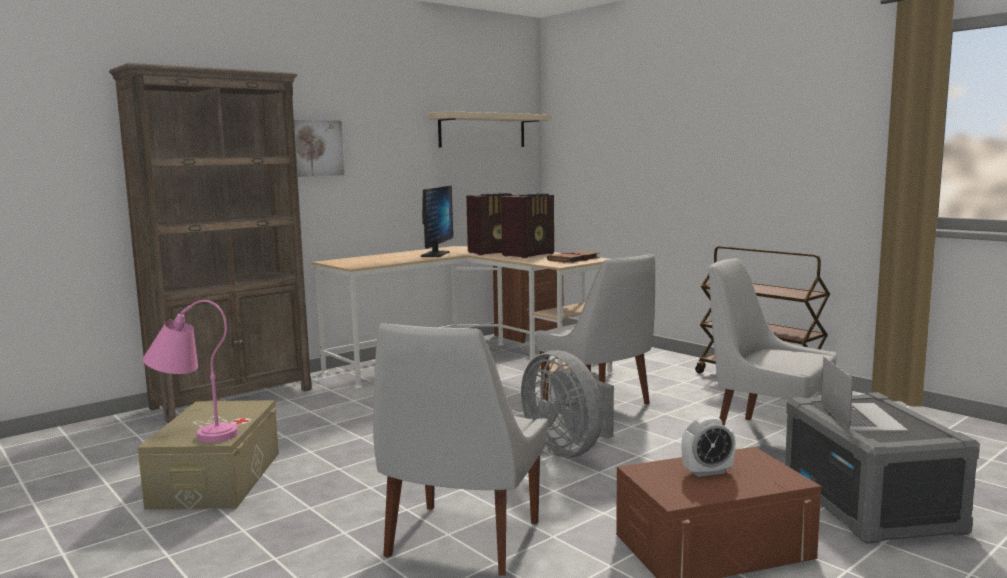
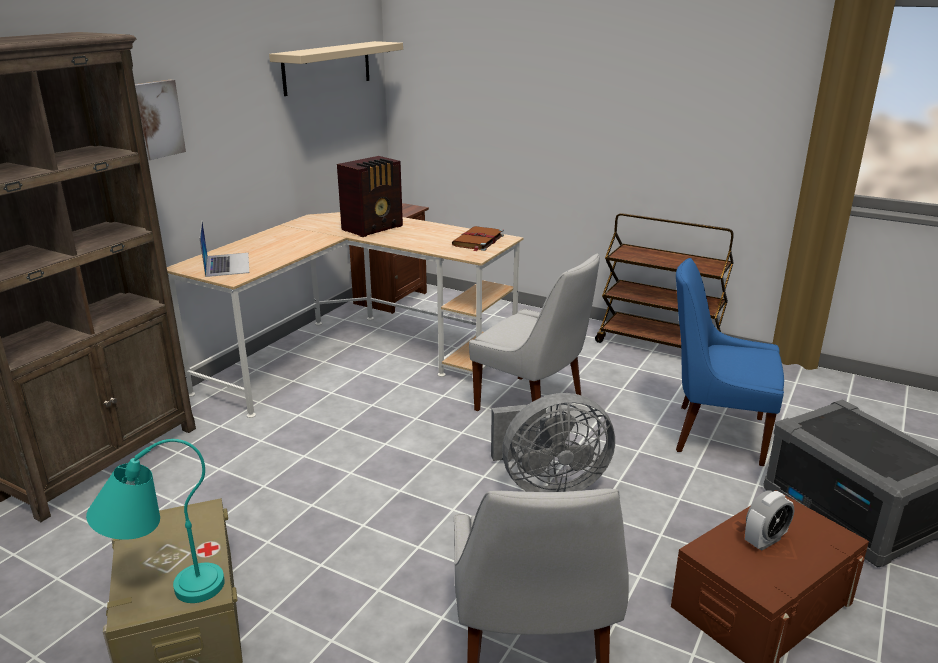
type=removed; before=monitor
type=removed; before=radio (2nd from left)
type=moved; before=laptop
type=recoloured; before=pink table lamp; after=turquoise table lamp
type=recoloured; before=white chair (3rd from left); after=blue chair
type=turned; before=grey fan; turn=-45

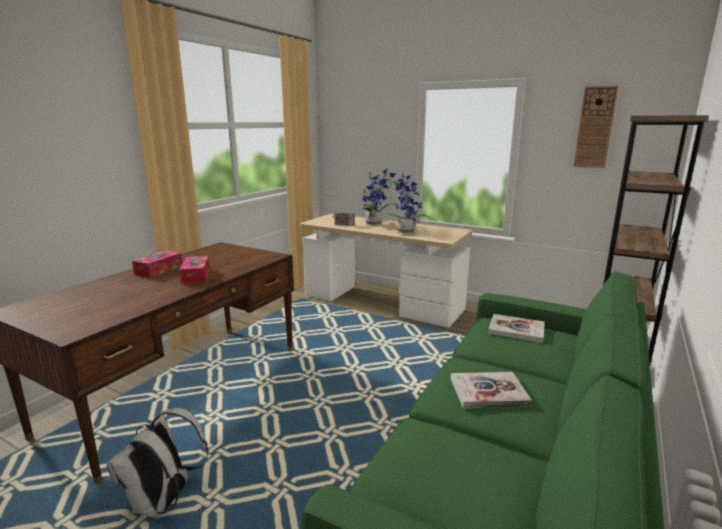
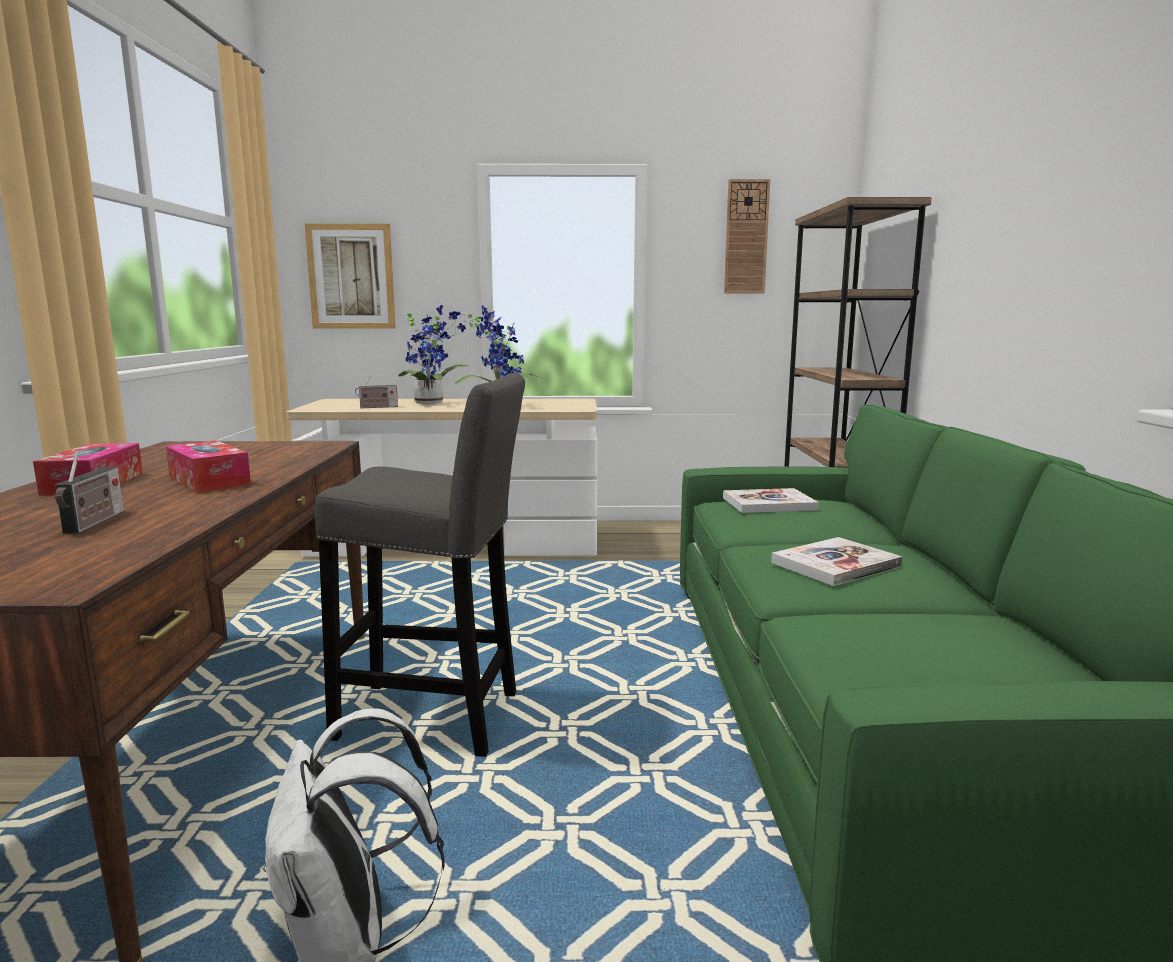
type=added; after=radio (1st from left)
type=added; after=picture
type=added; after=grey stool

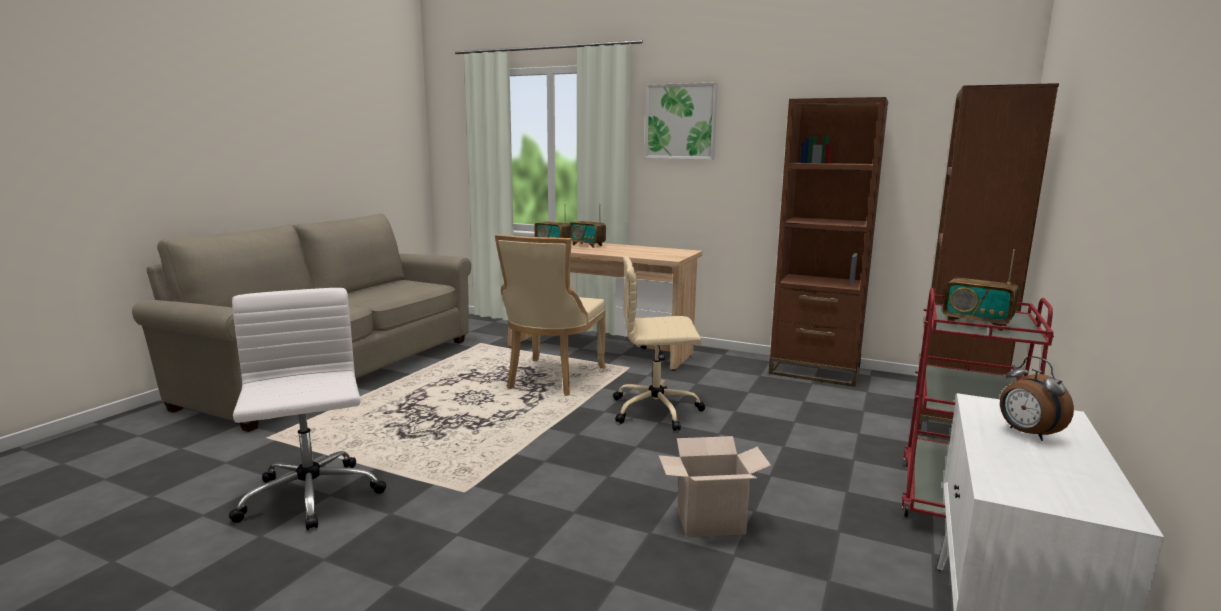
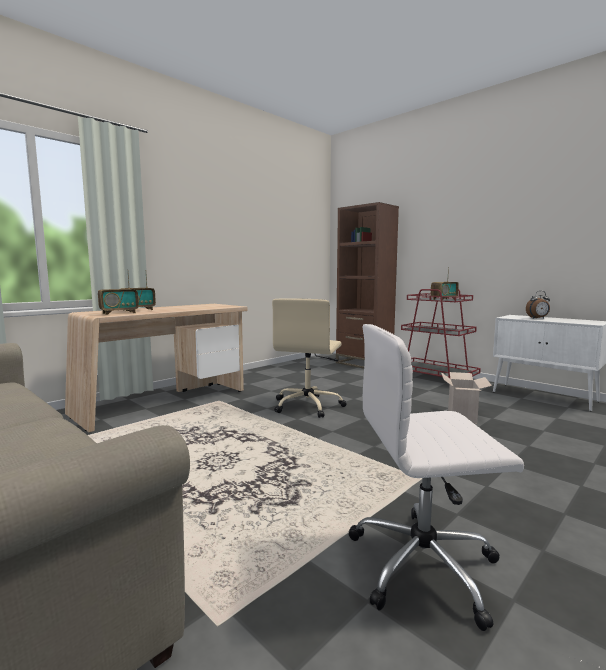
type=removed; before=beige chair
type=removed; before=picture
type=removed; before=brown bookcase (1st from left)

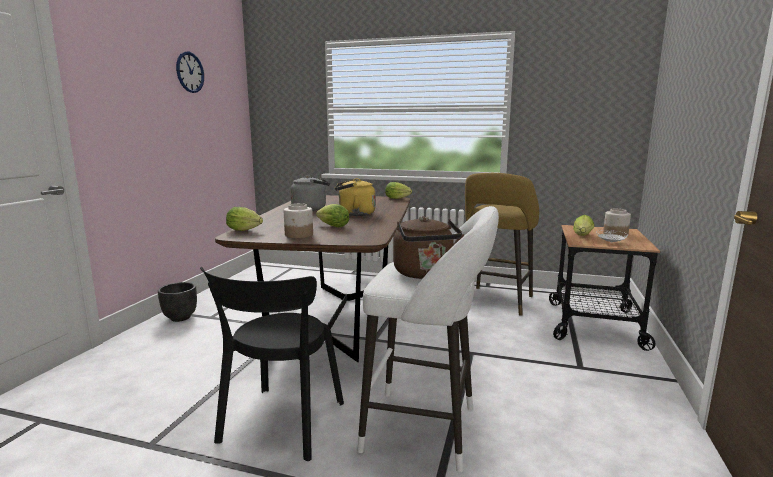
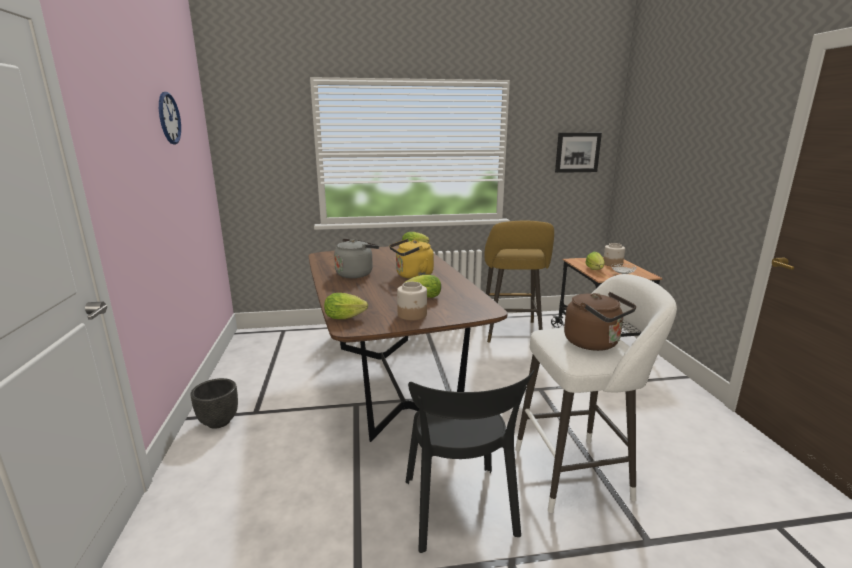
type=added; after=picture

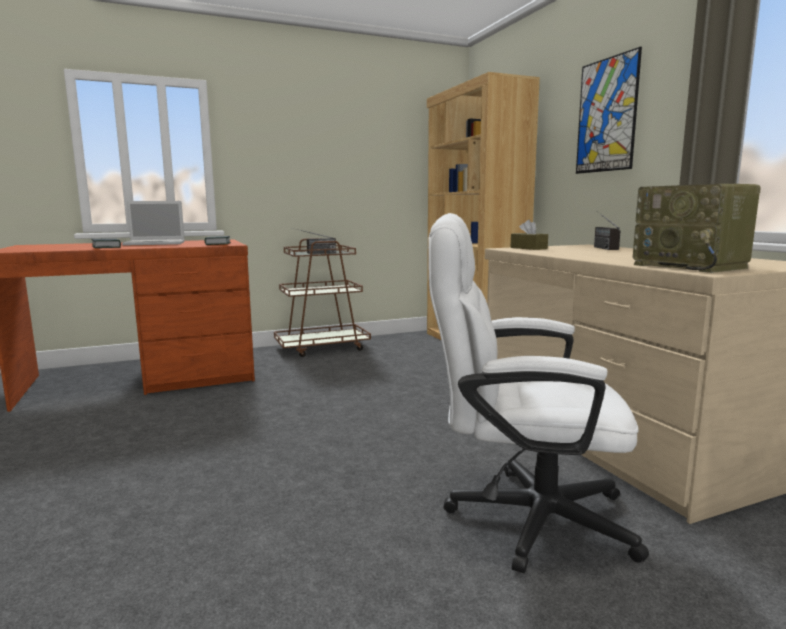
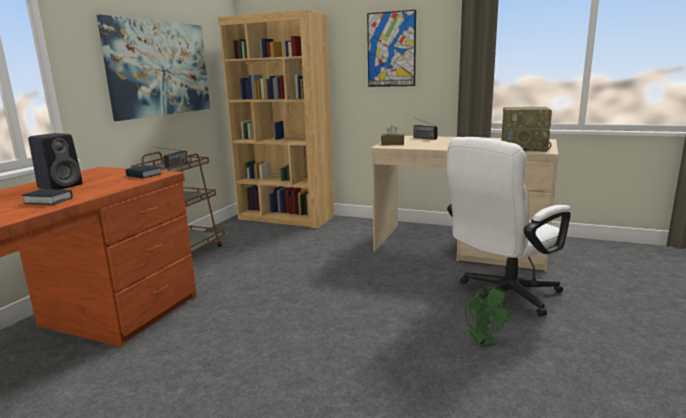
type=added; after=picture (1st from left)
type=added; after=green fan
type=replaced; before=laptop; after=black speaker

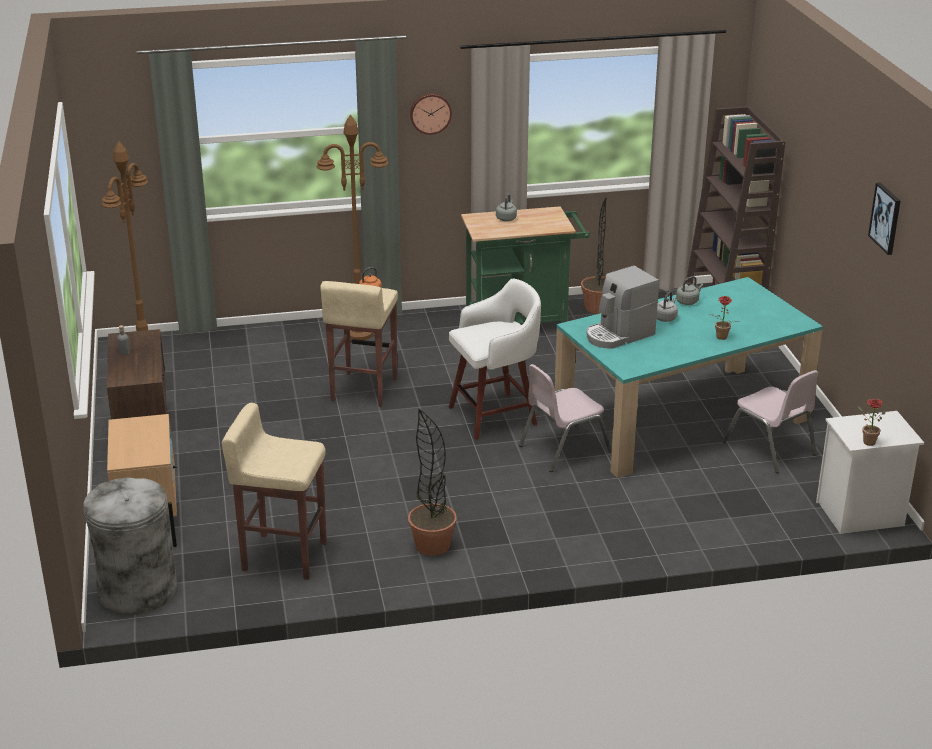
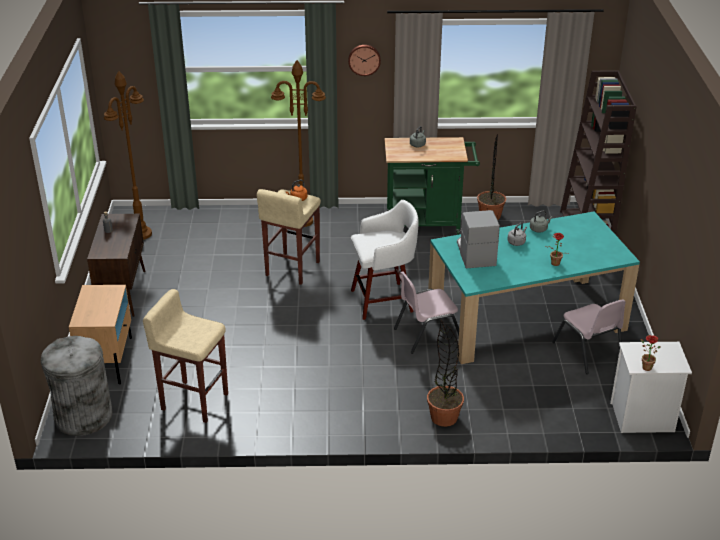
type=removed; before=picture
type=moved; before=potted plant (1st from left)
type=turned; before=coffee machine; turn=105

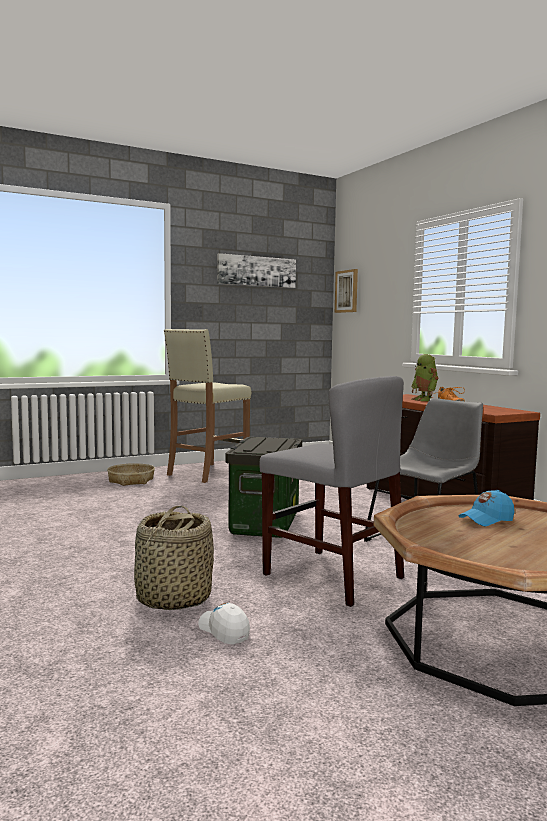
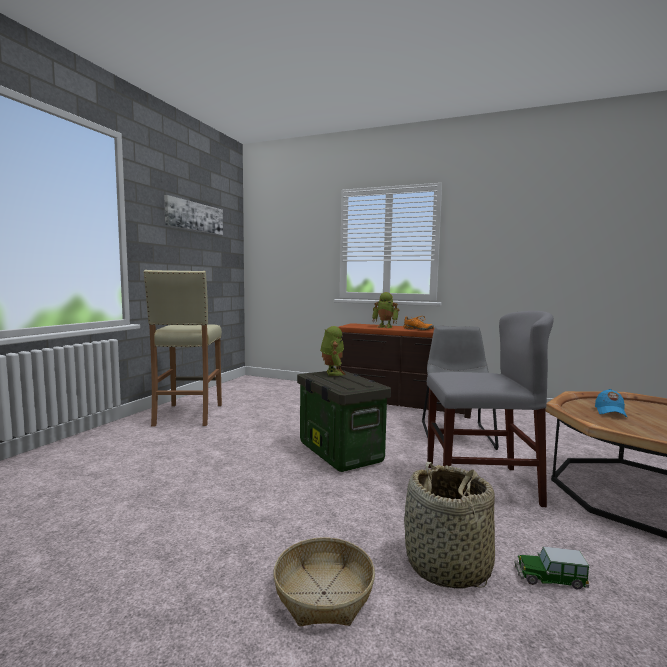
type=removed; before=picture (2nd from left)
type=added; after=toy robot (1st from left)
type=moved; before=basket (1st from left)
type=replaced; before=white cap; after=toy car

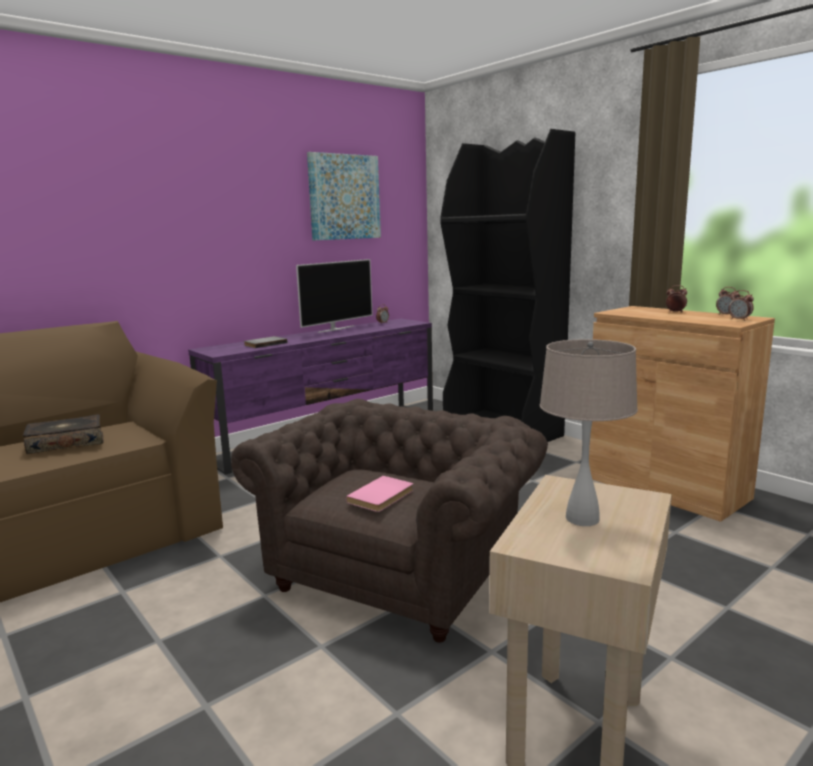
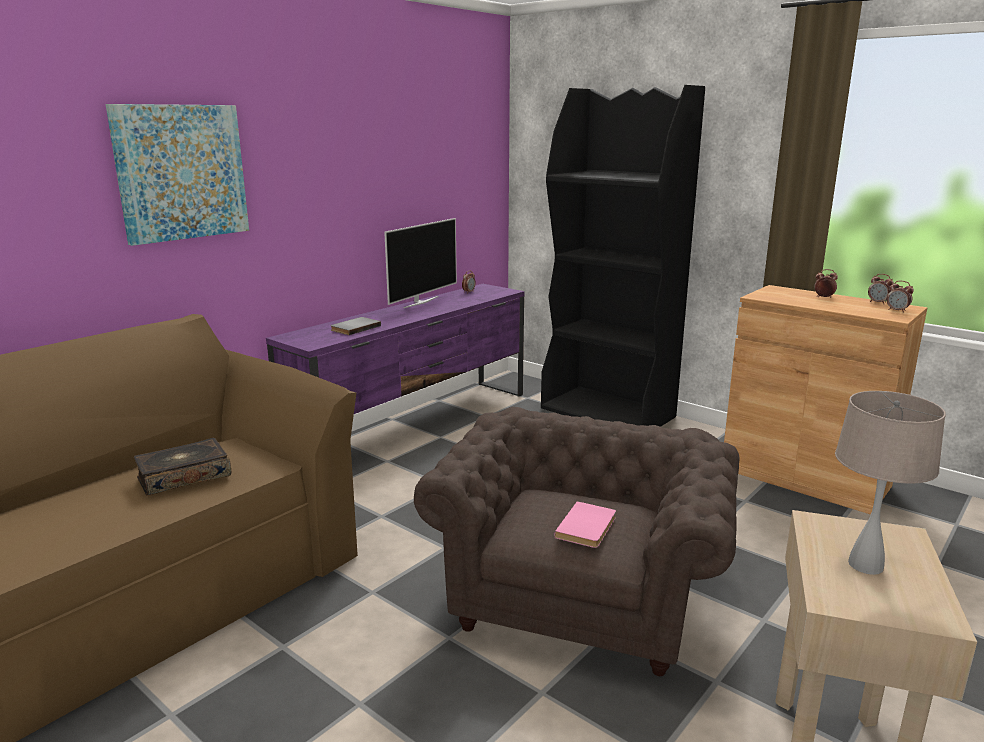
type=moved; before=picture

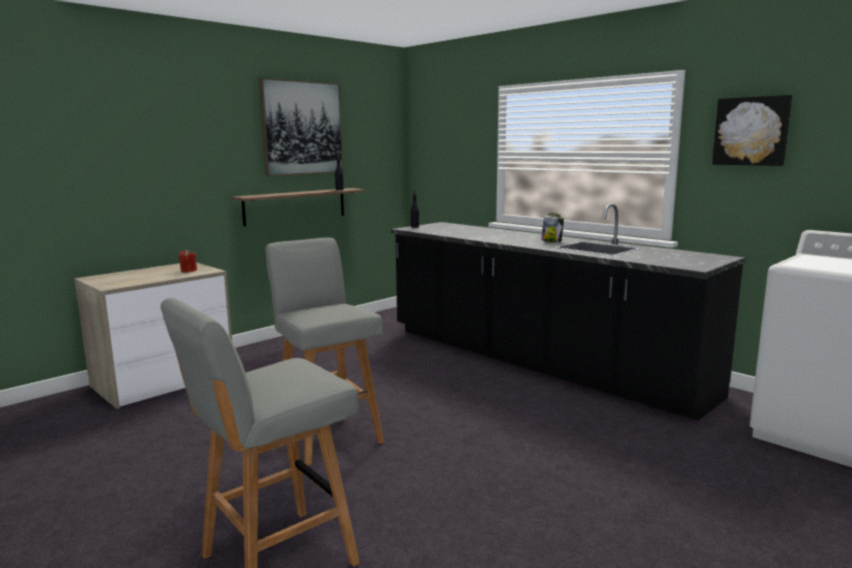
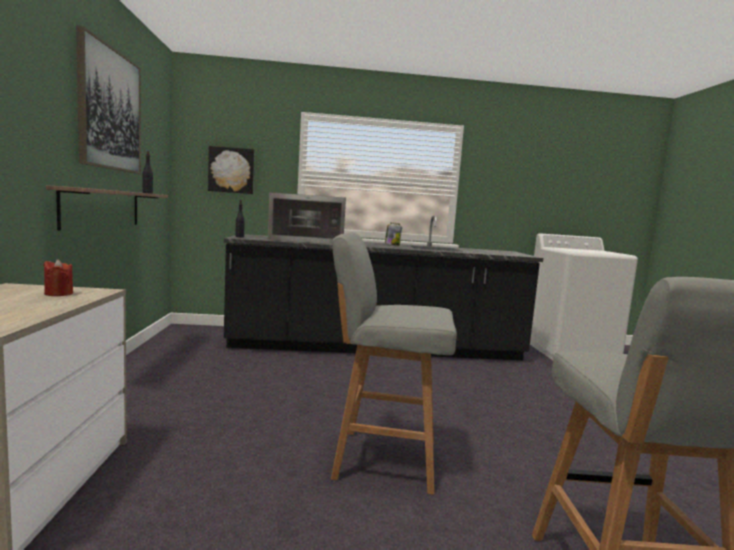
type=added; after=microwave
type=moved; before=picture (2nd from left)

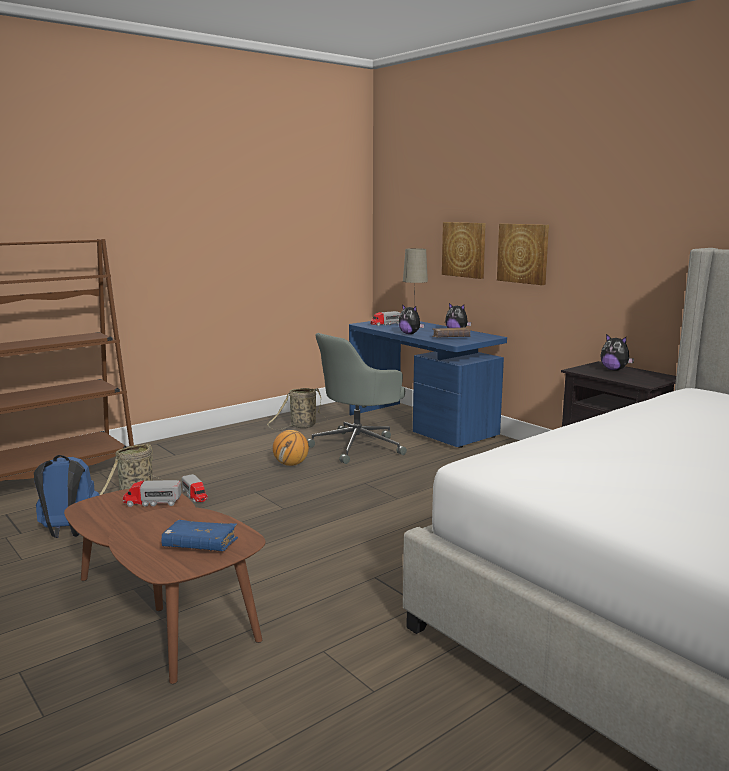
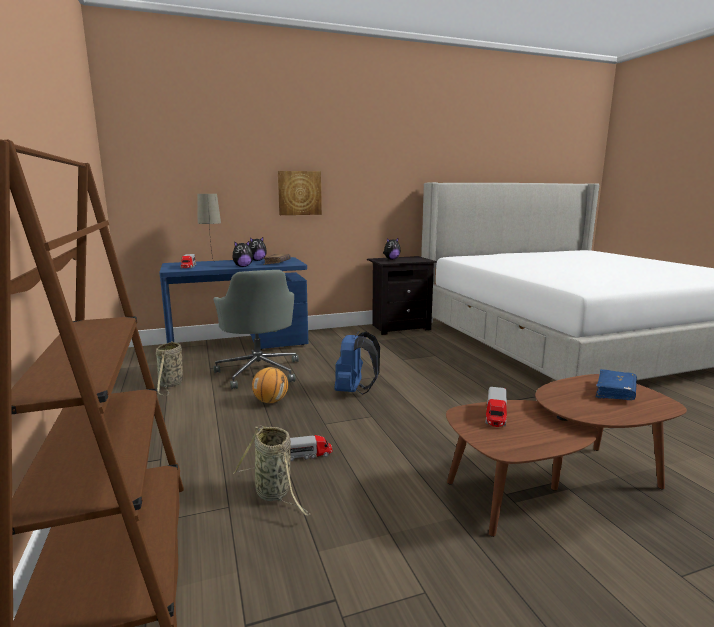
type=removed; before=picture (1st from left)
type=moved; before=blue backpack

